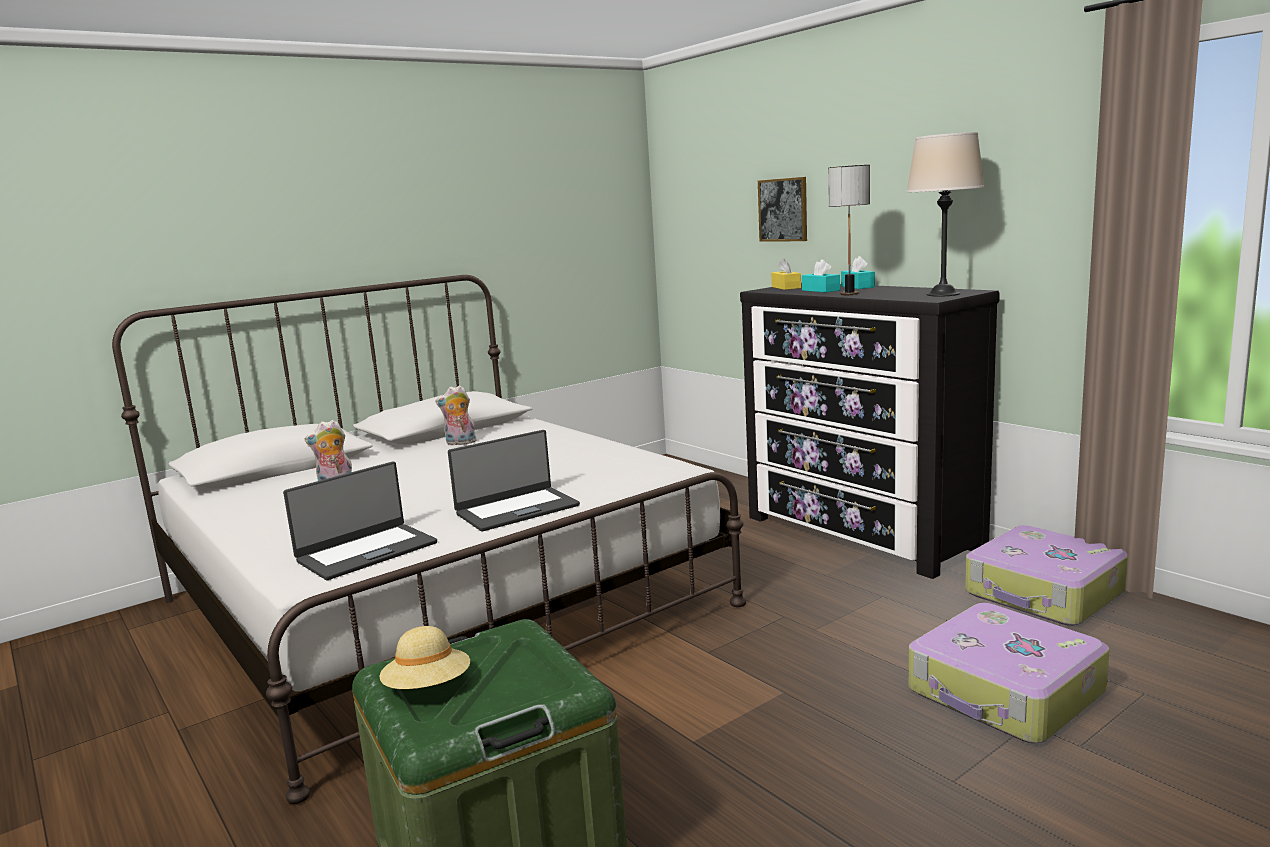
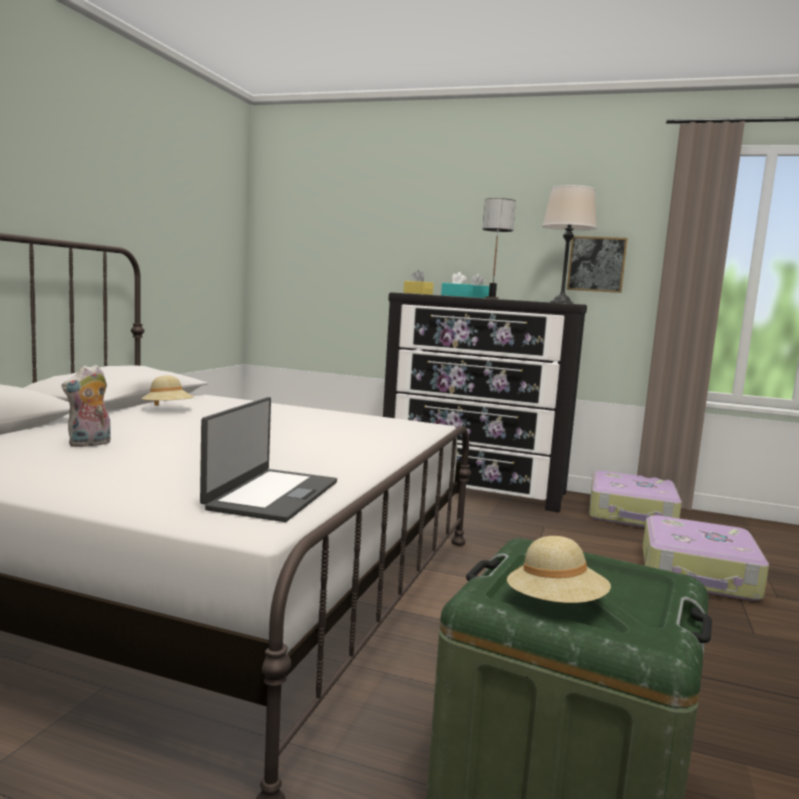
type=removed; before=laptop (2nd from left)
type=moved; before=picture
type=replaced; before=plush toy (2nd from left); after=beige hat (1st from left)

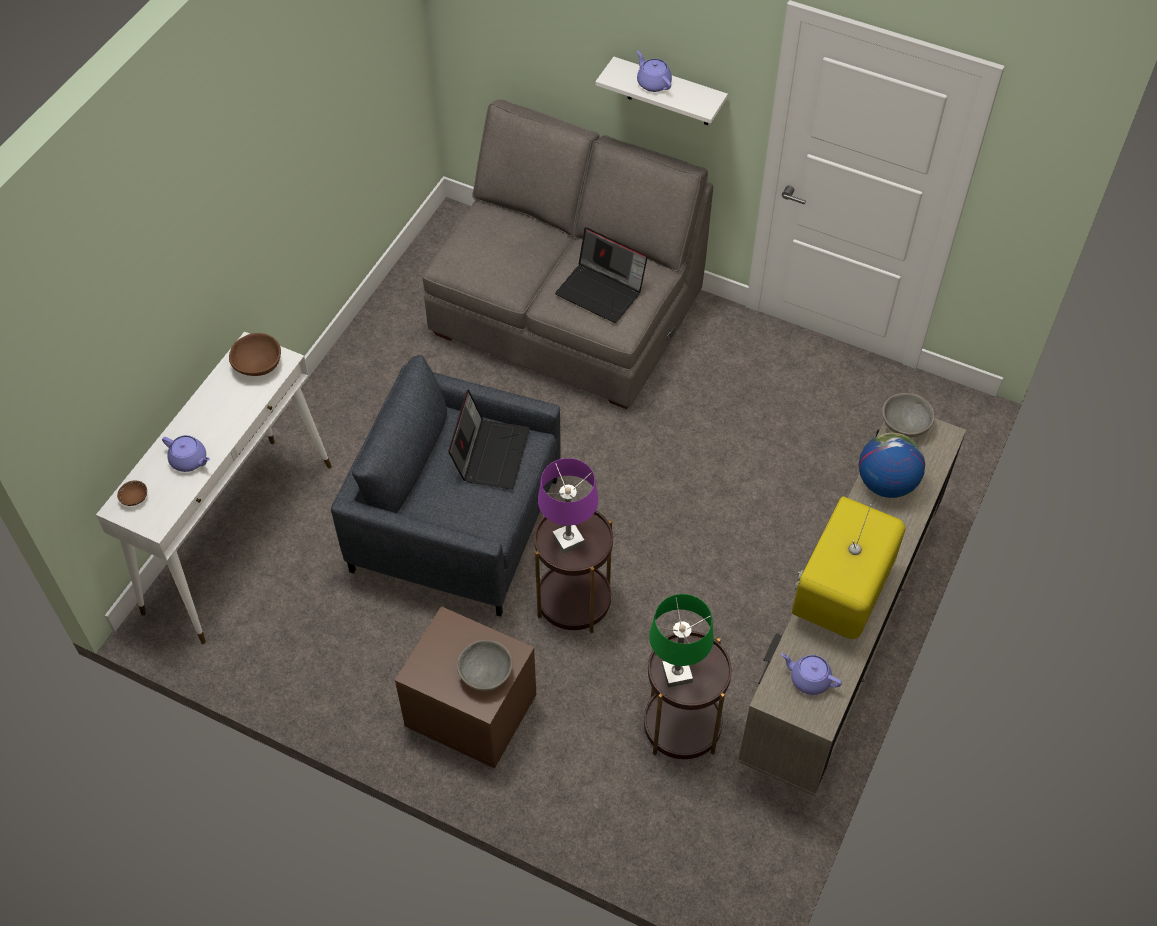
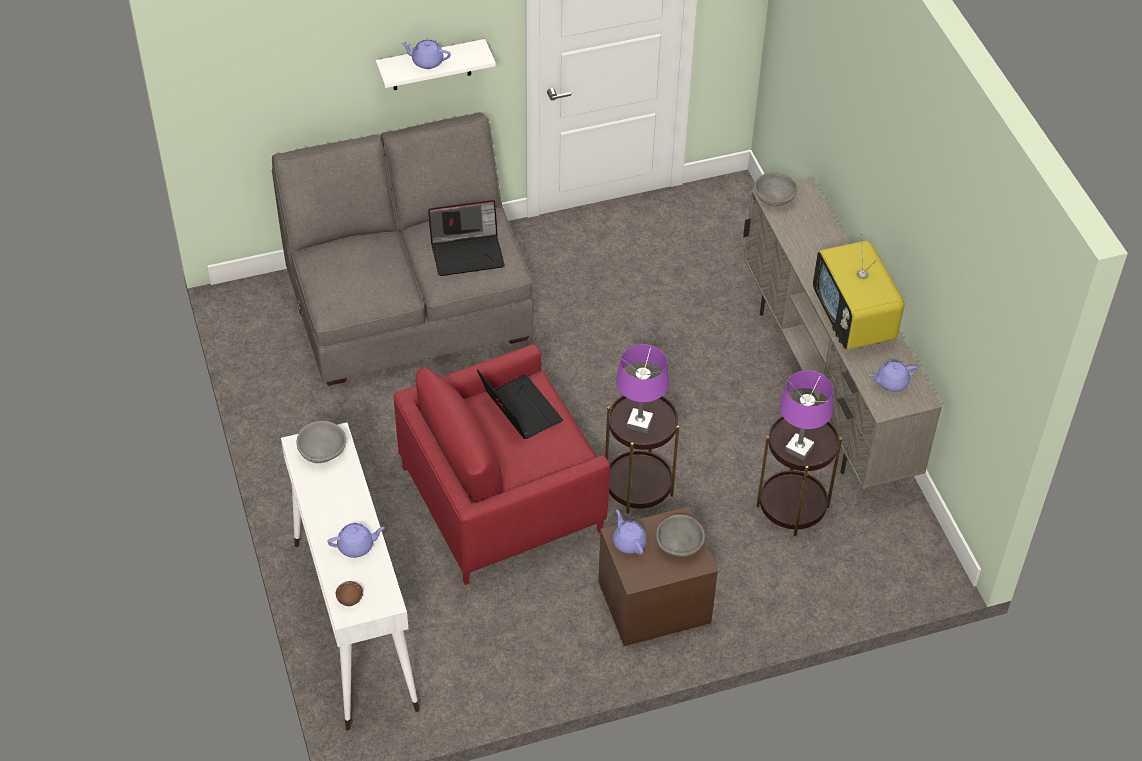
type=removed; before=globe
type=added; after=purple teapot (3rd from left)
type=recoloured; before=brown bowl (2nd from left); after=grey bowl (1st from left)
type=recoloured; before=grey armchair; after=red armchair
type=recoloured; before=green table lamp; after=purple table lamp (2nd from left)

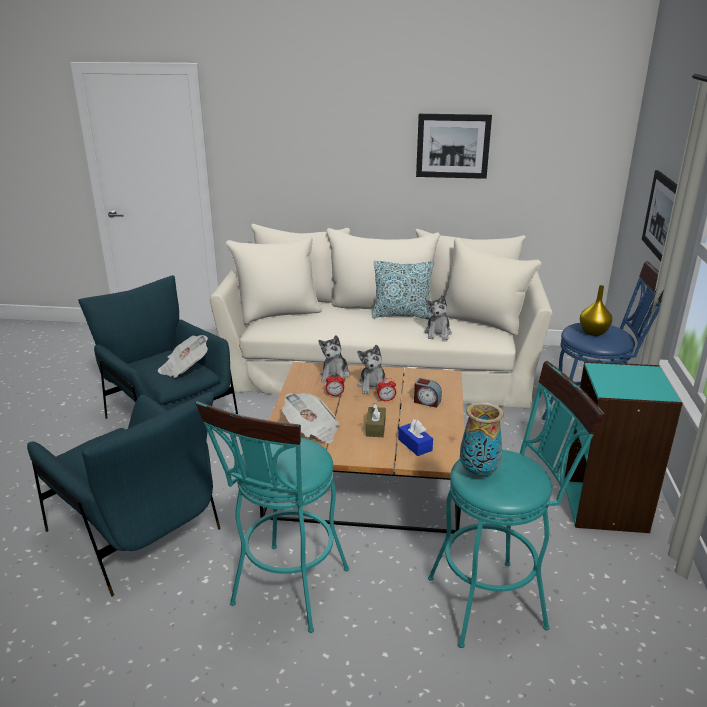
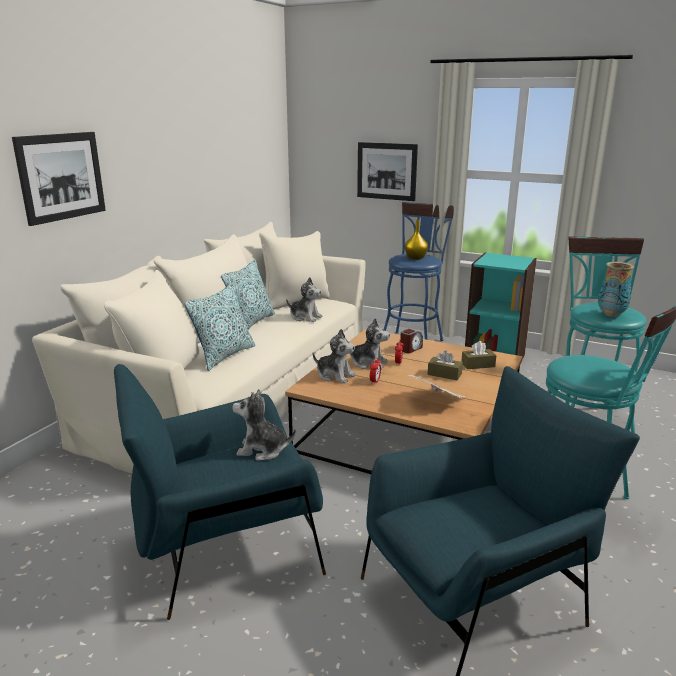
type=added; after=pillow (1st from left)
type=moved; before=picture (1st from left)
type=replaced; before=newspaper (1st from left); after=plush toy (1st from left)
type=recoloured; before=blue tissue box; after=brown tissue box (2nd from left)

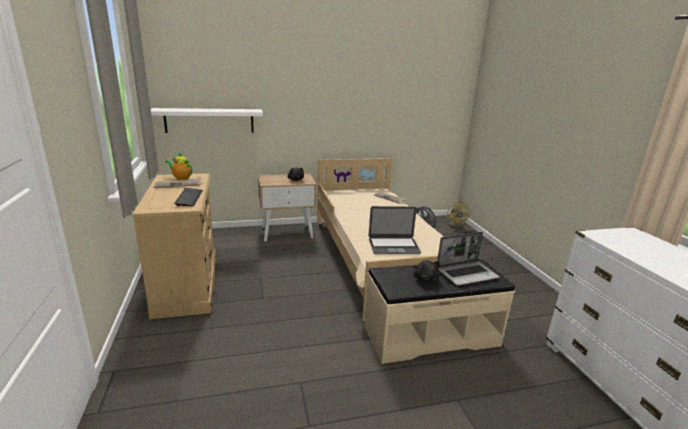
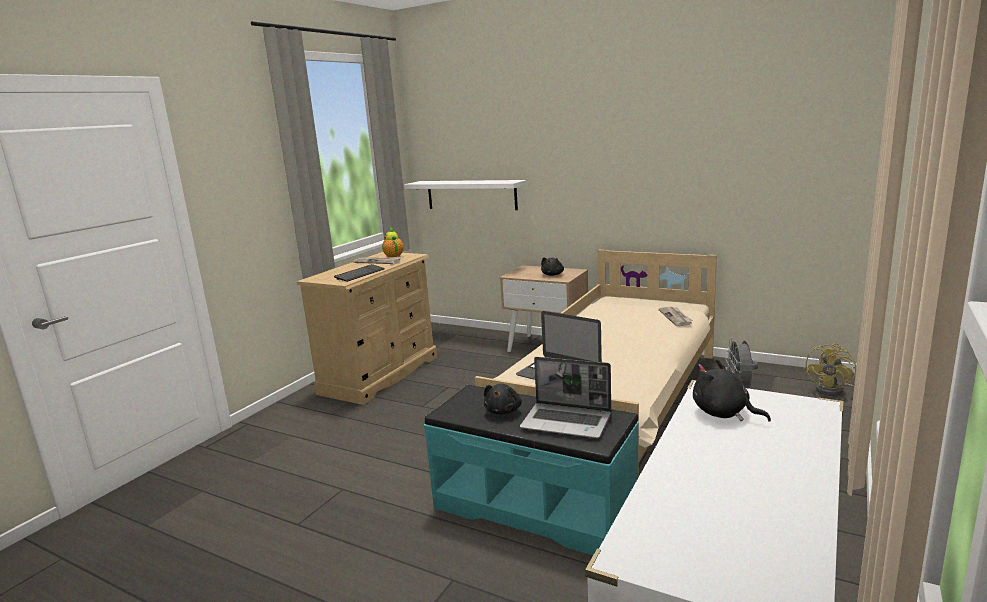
type=added; after=black plush toy (3rd from left)
type=recoloured; before=beige bench; after=turquoise bench

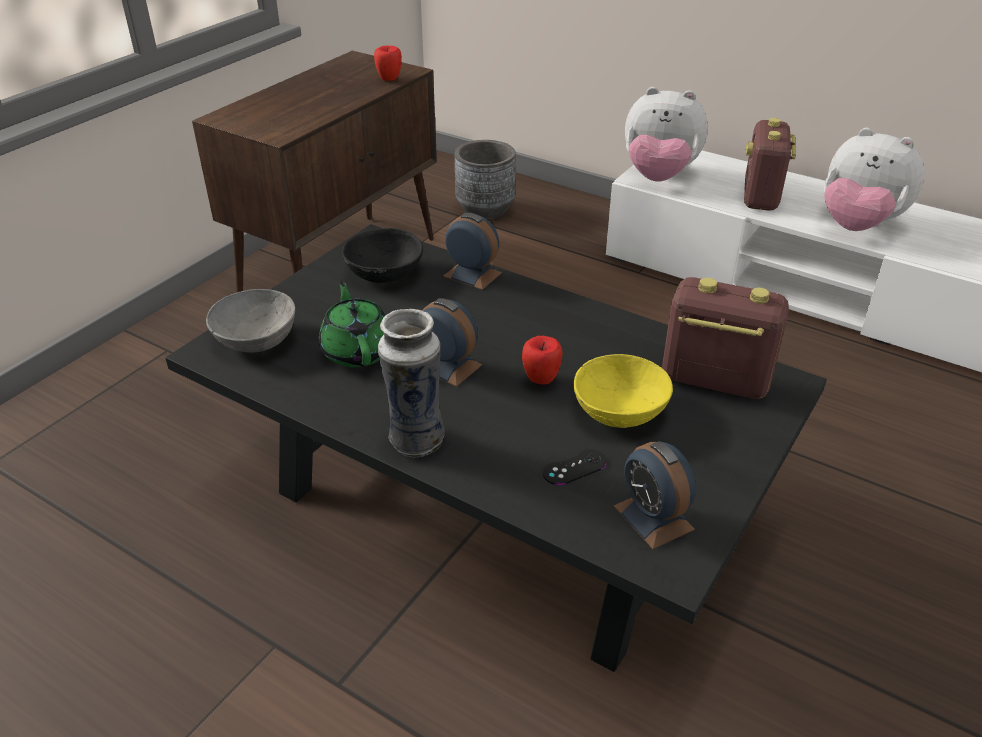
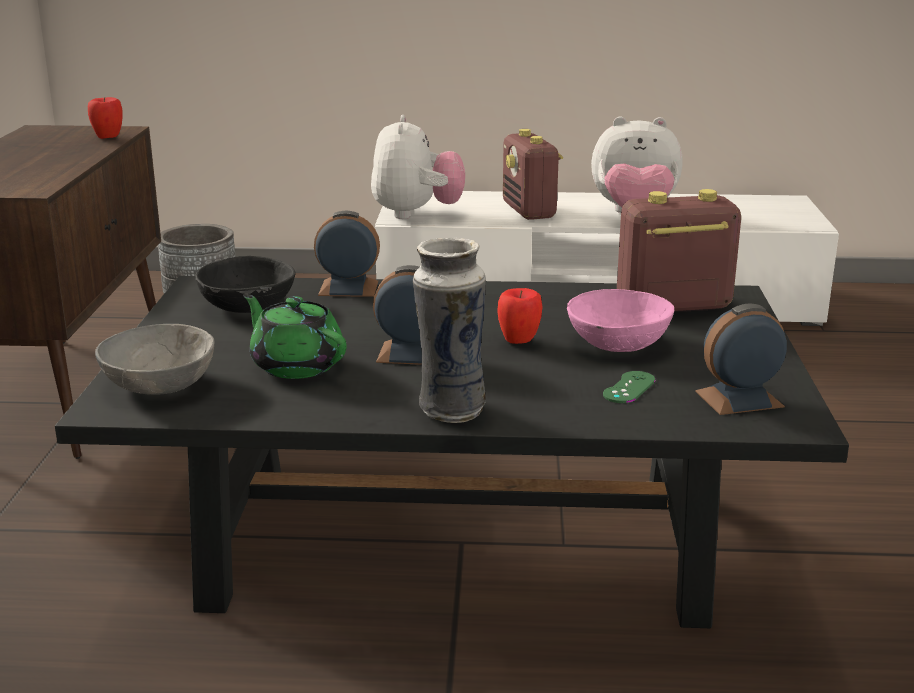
type=recoloured; before=black game controller; after=green game controller
type=recoloured; before=yellow bowl; after=pink bowl
type=turned; before=alarm clock (3rd from left); turn=135
type=turned; before=plush toy (1st from left); turn=-75

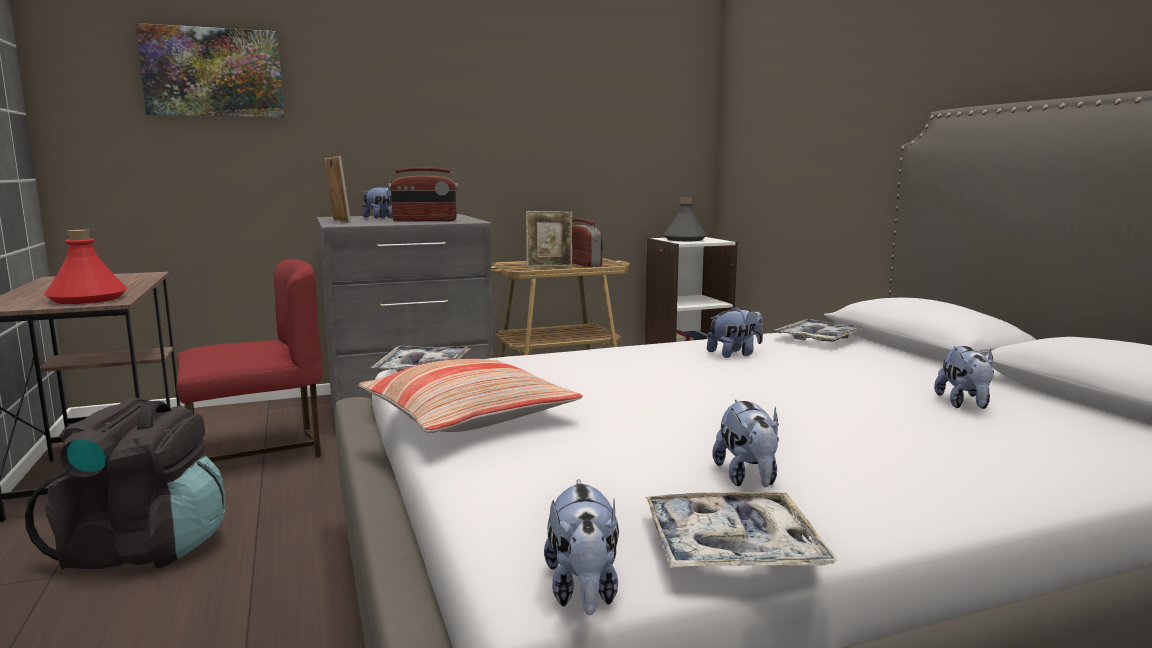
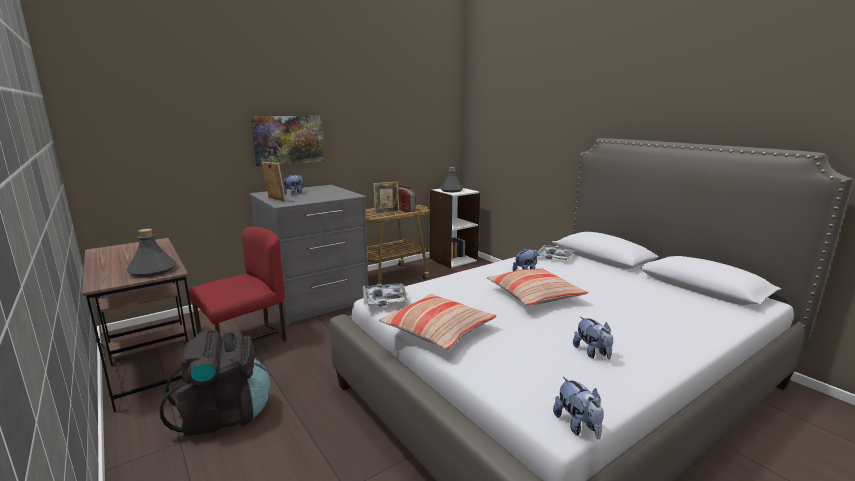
type=removed; before=radio (1st from left)
type=removed; before=tray (2nd from left)
type=removed; before=plush toy (5th from left)
type=added; after=pillow (2nd from left)
type=moved; before=picture
type=recoloured; before=red bottle; after=grey bottle (1st from left)

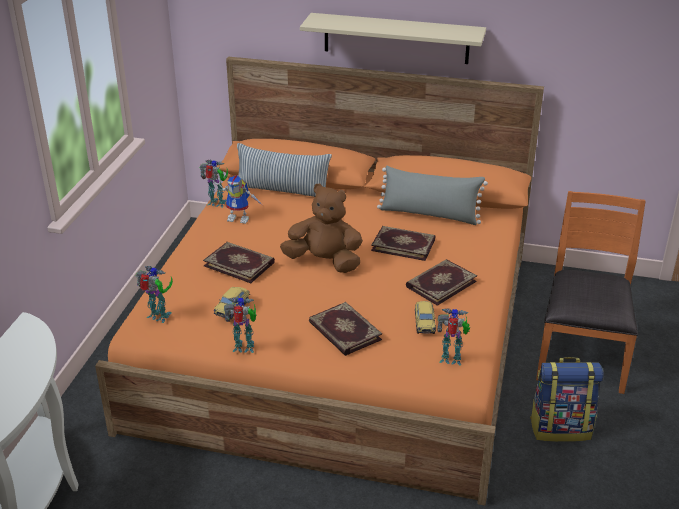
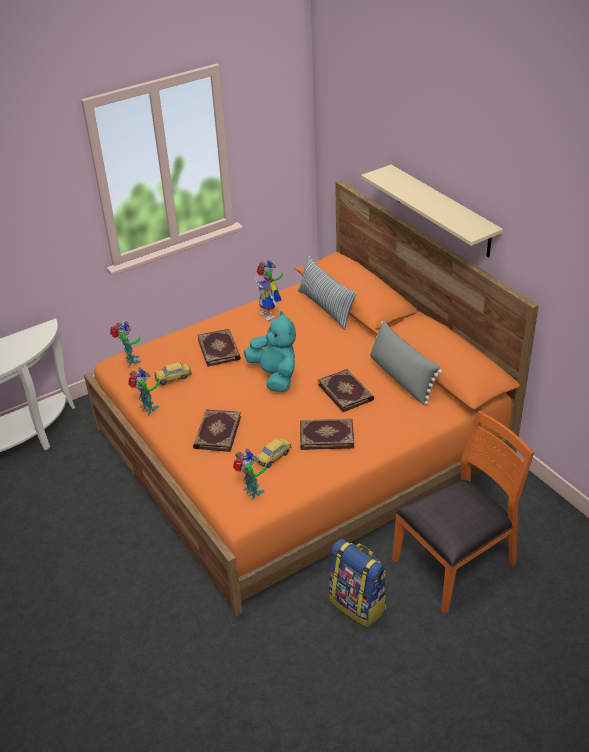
type=recoloured; before=brown plush toy; after=turquoise plush toy

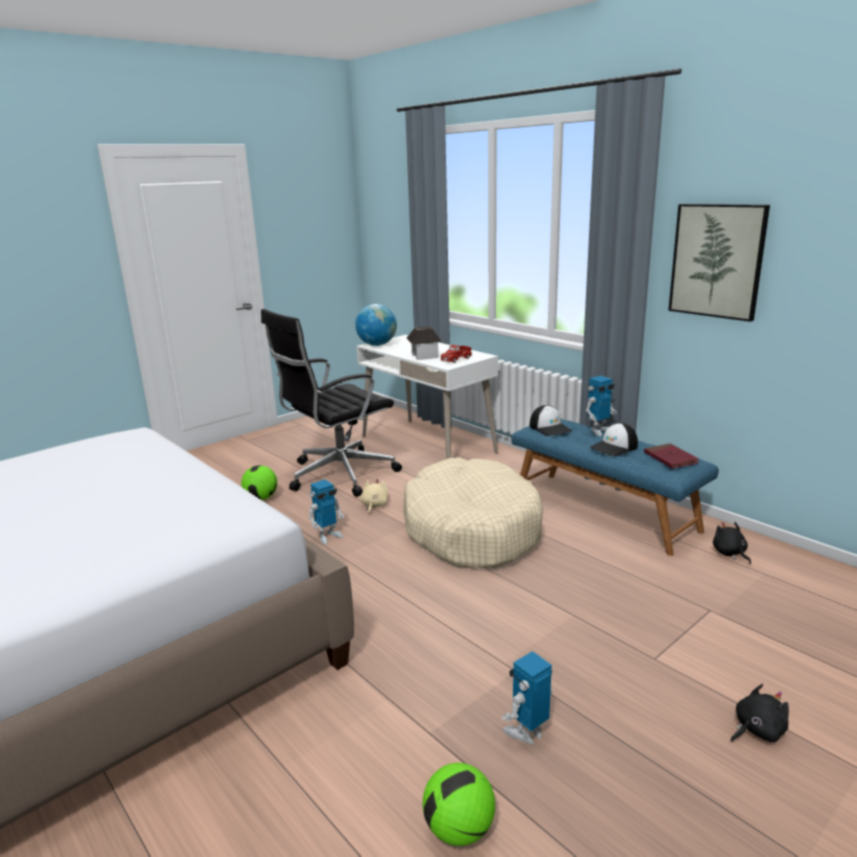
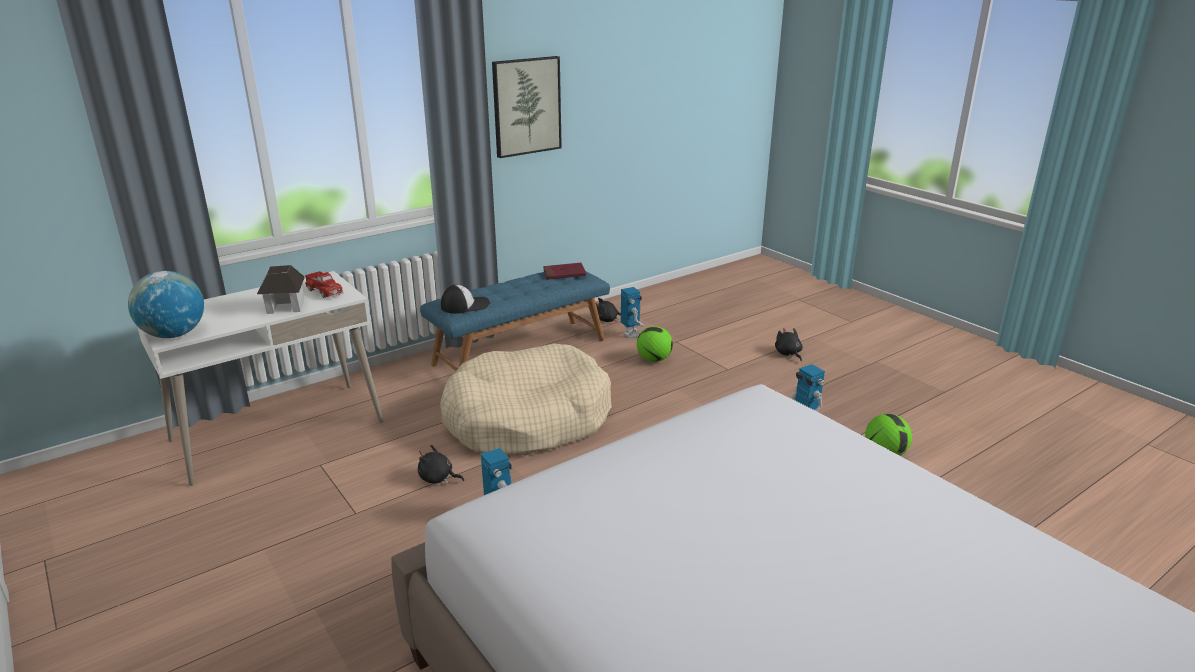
type=removed; before=black office chair
type=removed; before=cap (2nd from left)
type=moved; before=football (1st from left)
type=moved; before=toy robot (3rd from left in the first image); after=toy robot (2nd from left)
type=recoloured; before=beige plush toy; after=black plush toy (1st from left)

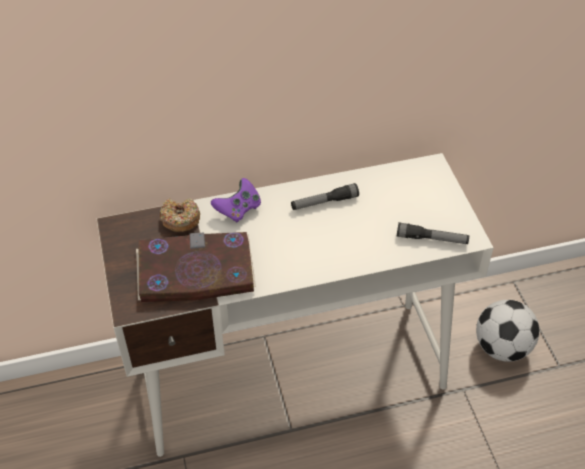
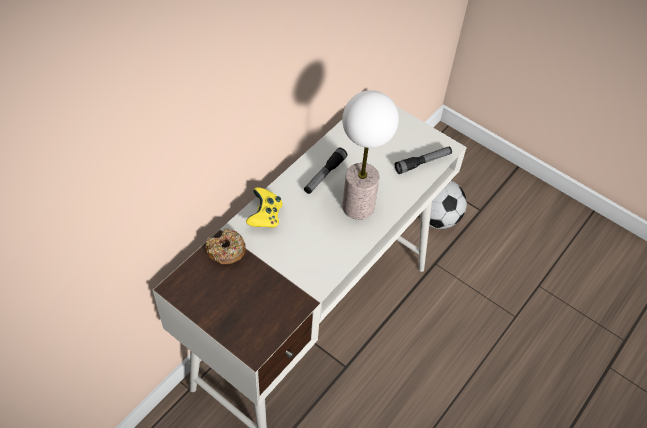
type=removed; before=book
type=added; after=table lamp
type=recoloured; before=purple game controller; after=yellow game controller

